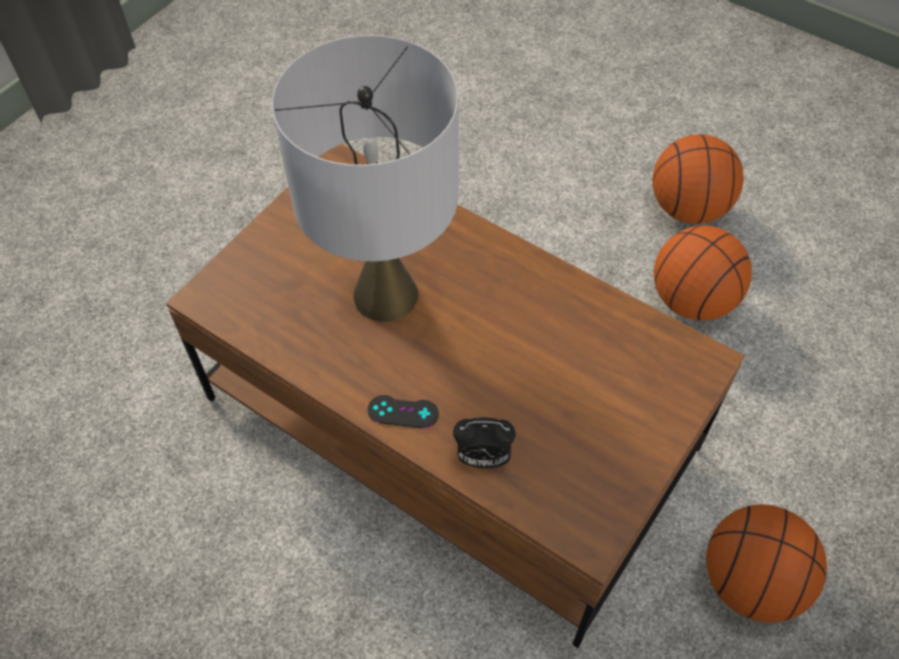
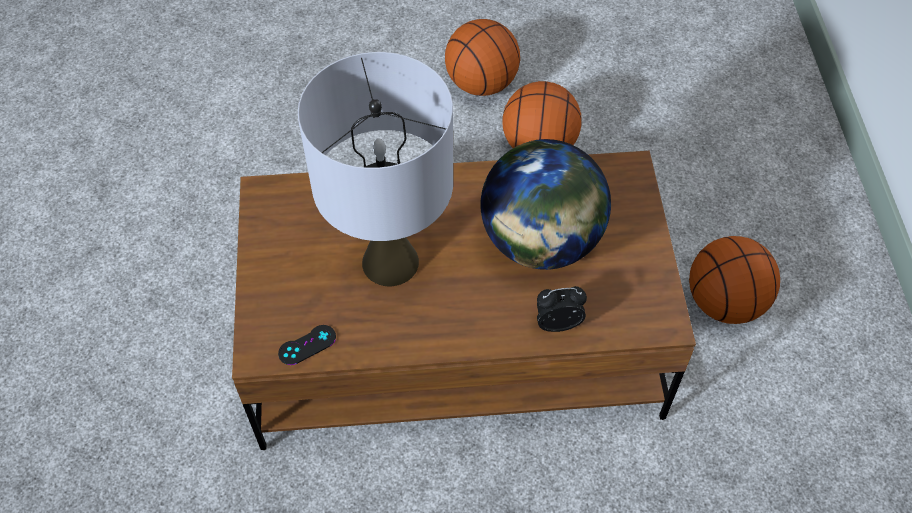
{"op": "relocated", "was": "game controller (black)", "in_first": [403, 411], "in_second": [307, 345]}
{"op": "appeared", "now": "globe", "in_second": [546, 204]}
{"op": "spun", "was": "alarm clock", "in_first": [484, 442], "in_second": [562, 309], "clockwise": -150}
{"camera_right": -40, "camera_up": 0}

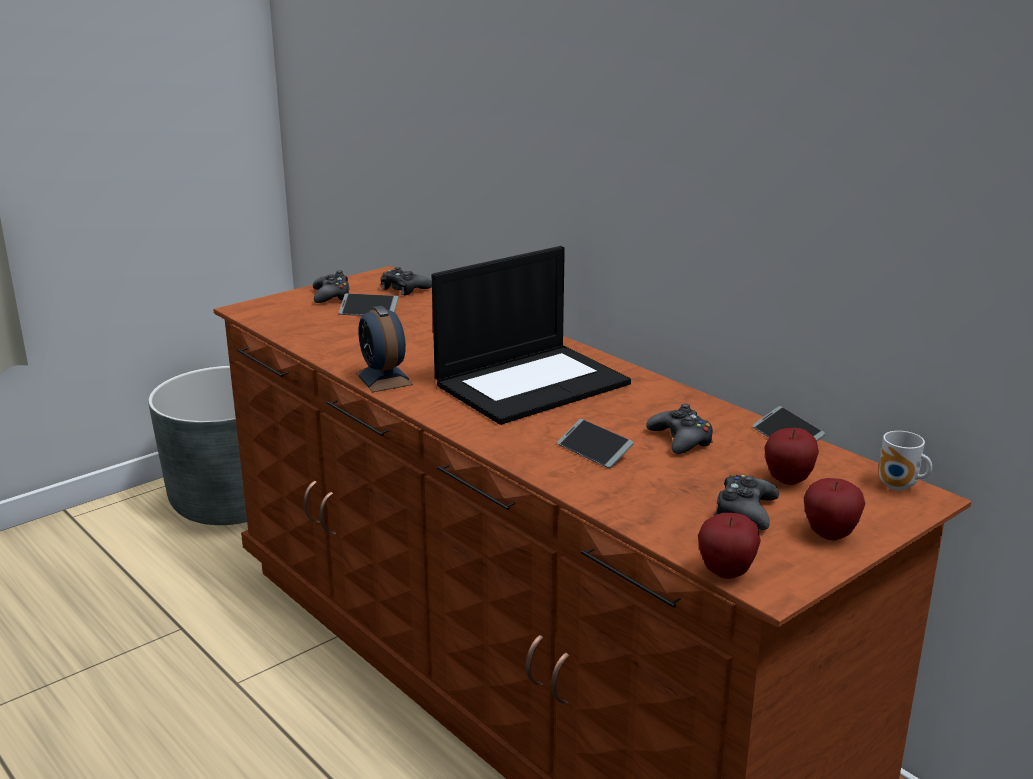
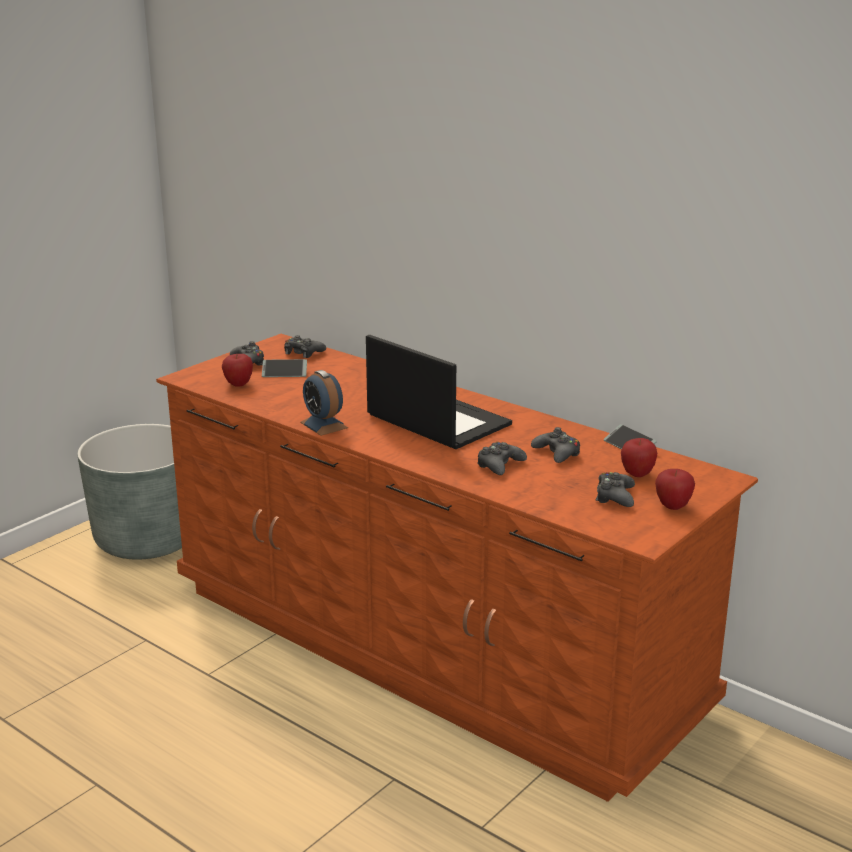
{"op": "relocated", "was": "apple", "in_first": [729, 546], "in_second": [237, 370]}
{"op": "spun", "was": "laptop", "in_first": [531, 335], "in_second": [439, 392], "clockwise": -90}
{"op": "exchanged", "was": "phone", "now": "game controller (black)", "in_first": [595, 443], "in_second": [502, 458]}
{"op": "missing", "was": "mug", "in_first": [905, 460]}
{"camera_right": -10, "camera_up": 0}

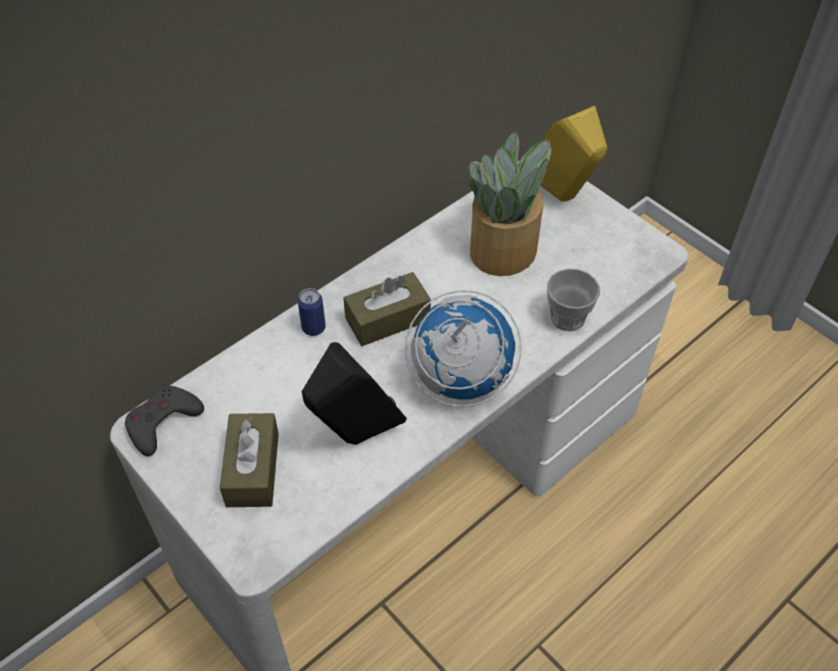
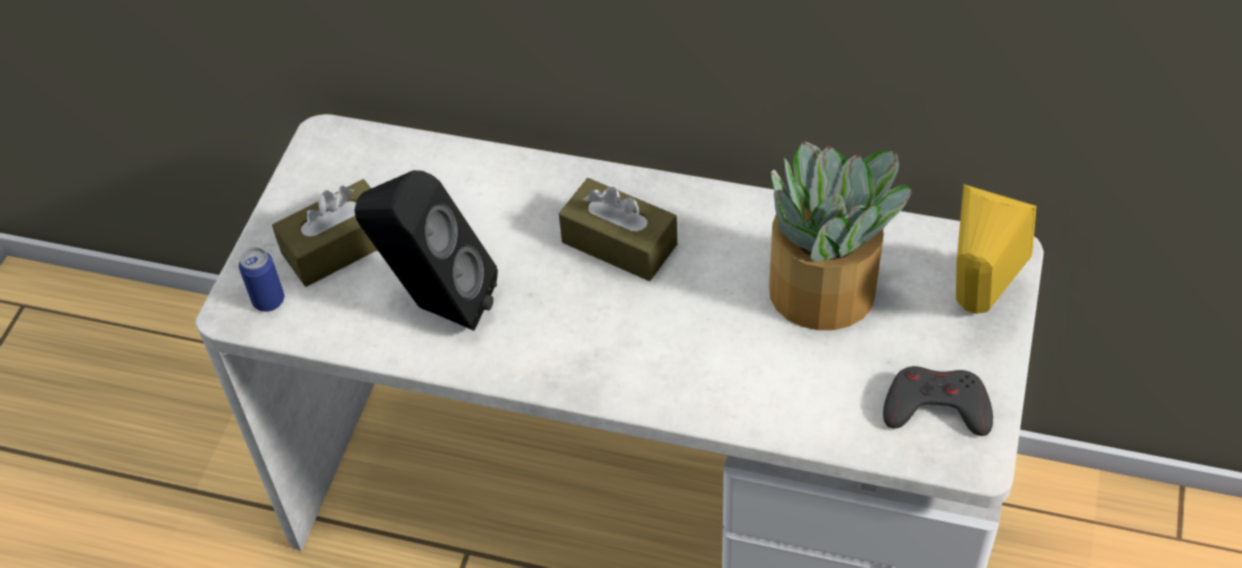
{"op": "relocated", "was": "can", "in_first": [312, 312], "in_second": [261, 279]}
{"op": "relocated", "was": "game controller (grey)", "in_first": [164, 421], "in_second": [938, 401]}
{"op": "missing", "was": "globe", "in_first": [463, 348]}
{"op": "missing", "was": "cup", "in_first": [573, 300]}
{"camera_right": 60, "camera_up": 0}

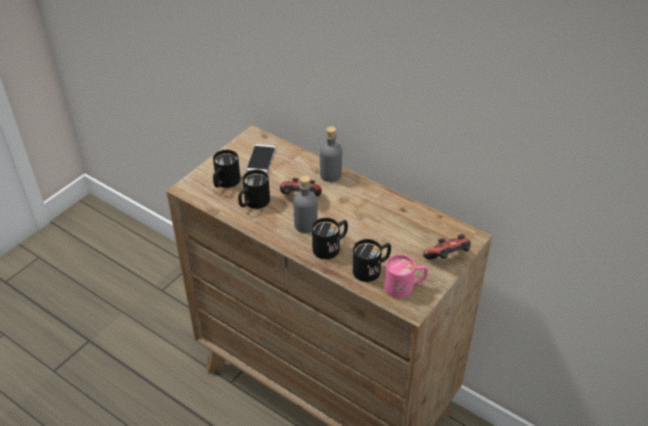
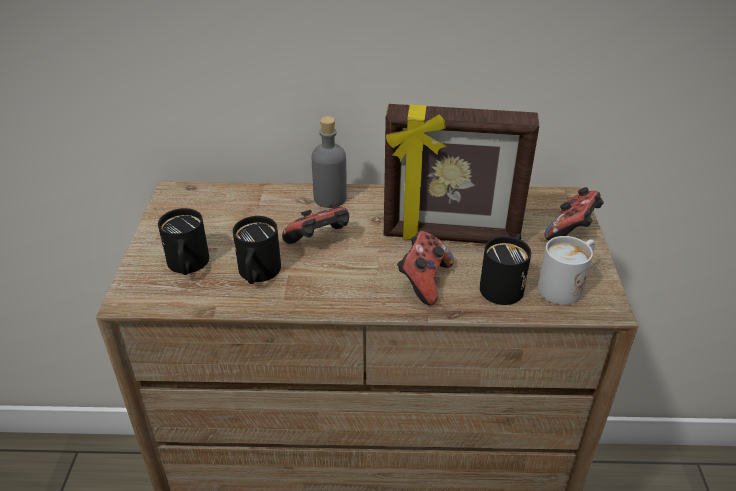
{"op": "appeared", "now": "picture frame", "in_second": [461, 174]}
{"op": "exchanged", "was": "mug (black)", "now": "game controller", "in_first": [330, 238], "in_second": [425, 268]}
{"op": "colour", "was": "mug (pink)", "now": "mug (white)", "in_first": [406, 276], "in_second": [566, 270]}
{"op": "missing", "was": "phone", "in_first": [261, 158]}
{"op": "missing", "was": "bottle (grey)", "in_first": [305, 204]}
{"camera_right": -35, "camera_up": -5}

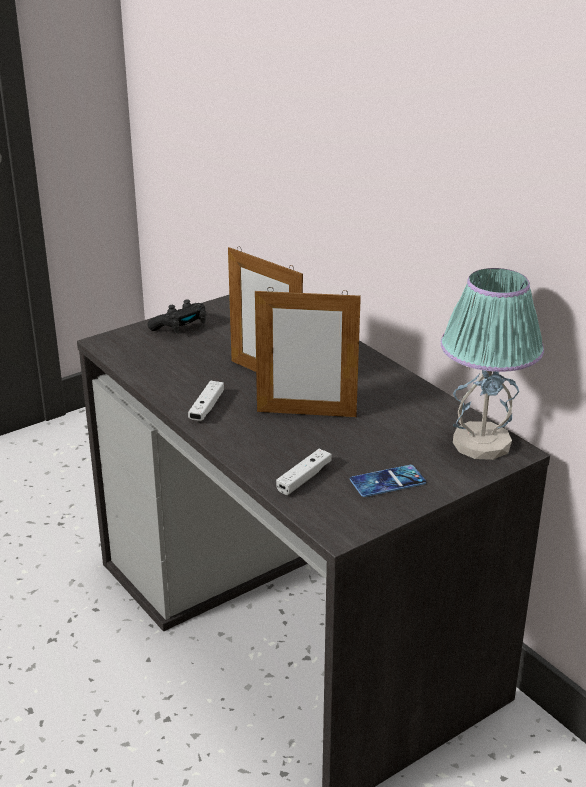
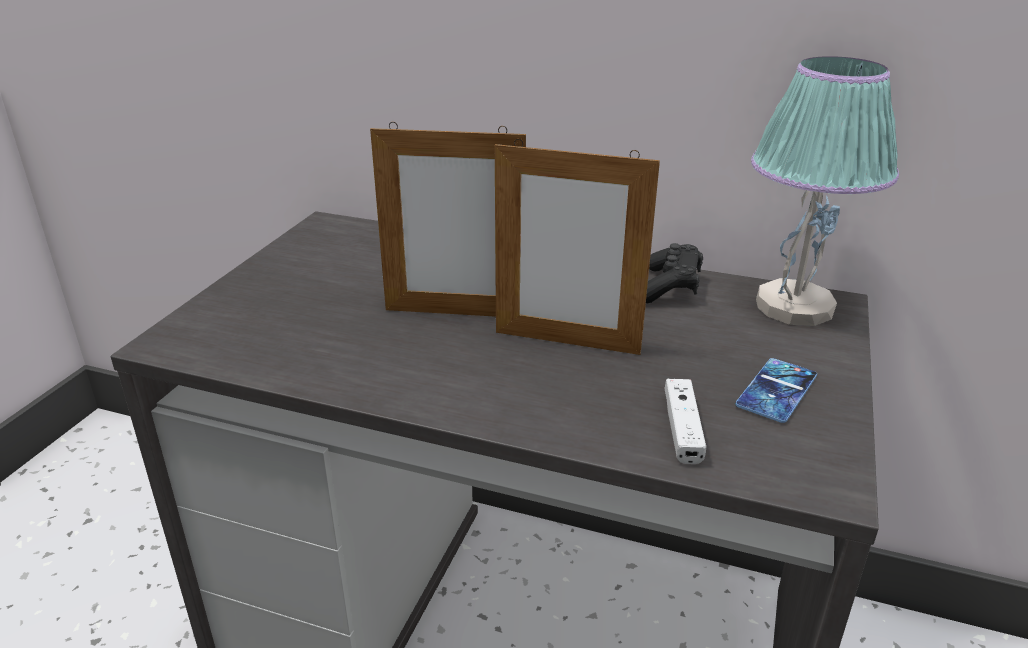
{"op": "spun", "was": "picture frame", "in_first": [308, 352], "in_second": [577, 247], "clockwise": 45}
{"op": "relocated", "was": "game controller (black)", "in_first": [177, 316], "in_second": [674, 273]}
{"op": "missing", "was": "game controller (white)", "in_first": [206, 401]}
{"camera_right": -35, "camera_up": 0}

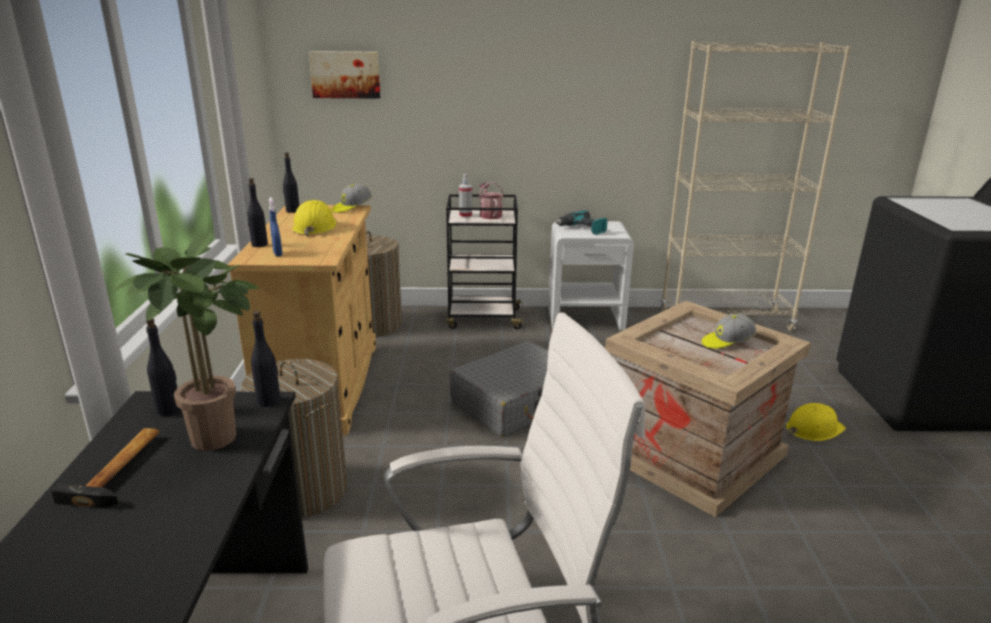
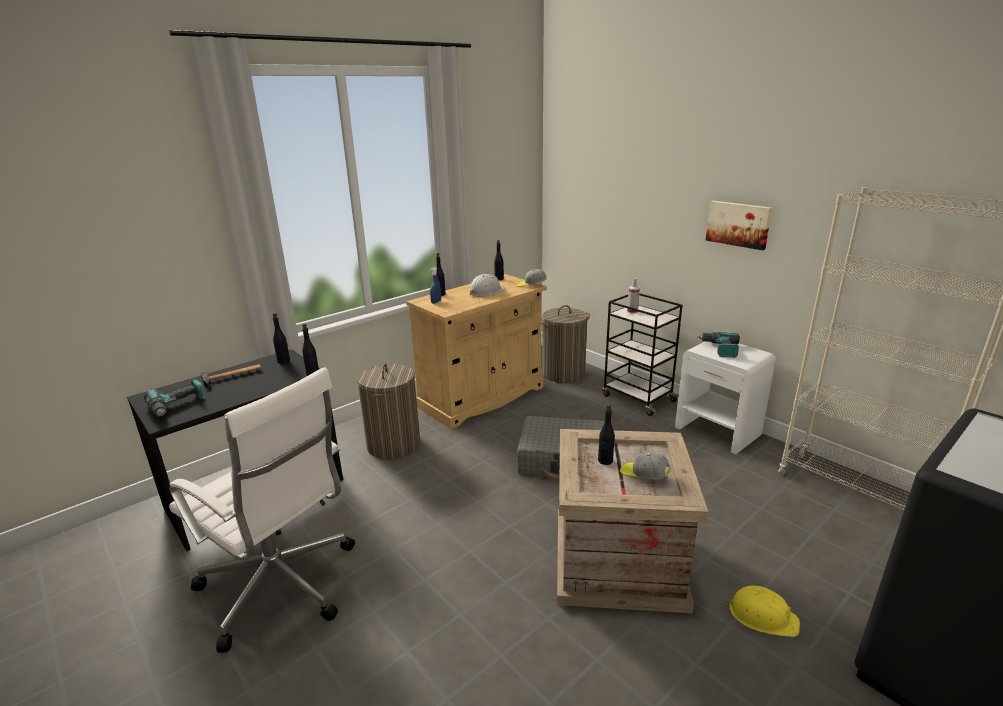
{"op": "appeared", "now": "power drill", "in_second": [174, 398]}
{"op": "colour", "was": "hard hat (yellow)", "now": "hard hat (white)", "in_first": [314, 218], "in_second": [487, 285]}
{"op": "appeared", "now": "bottle (black)", "in_second": [606, 434]}
{"op": "relocated", "was": "picture", "in_first": [345, 75], "in_second": [739, 225]}
{"op": "missing", "was": "potted plant", "in_first": [186, 341]}
{"op": "missing", "was": "watering can", "in_first": [491, 200]}
{"camera_right": 50, "camera_up": 0}

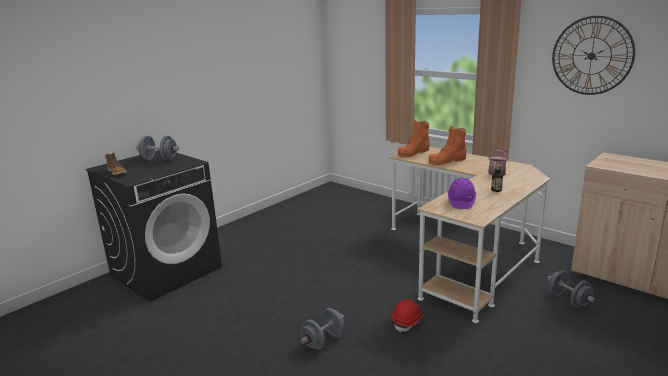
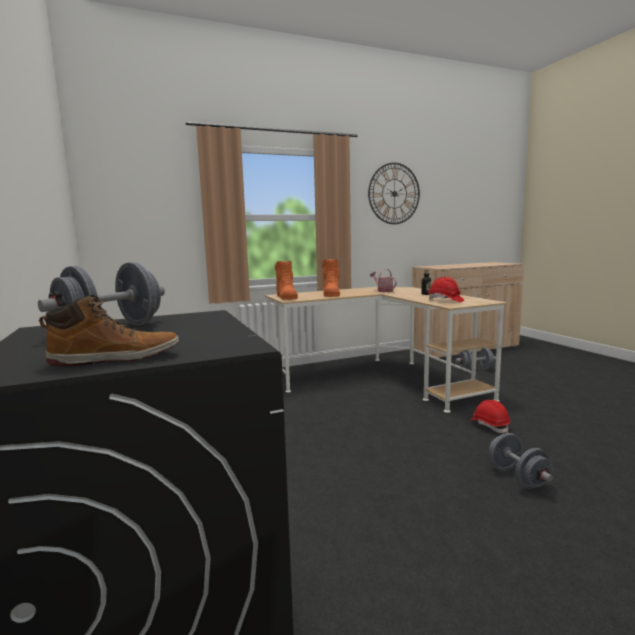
{"op": "colour", "was": "hard hat (purple)", "now": "hard hat (red)", "in_first": [462, 193], "in_second": [446, 289]}
{"camera_right": -65, "camera_up": -10}

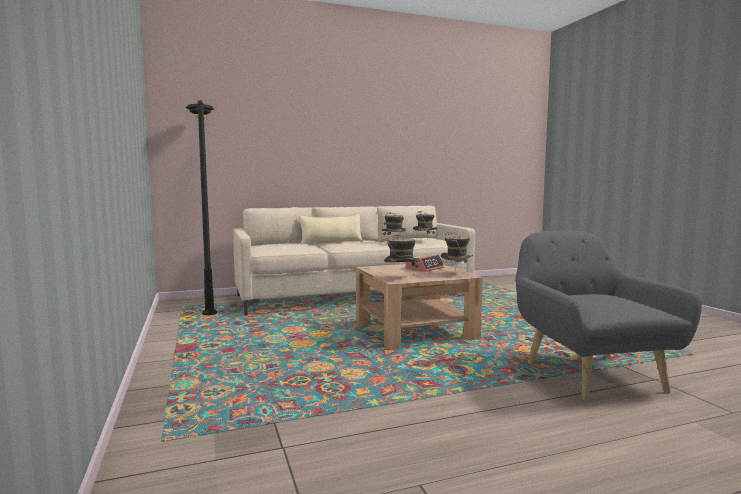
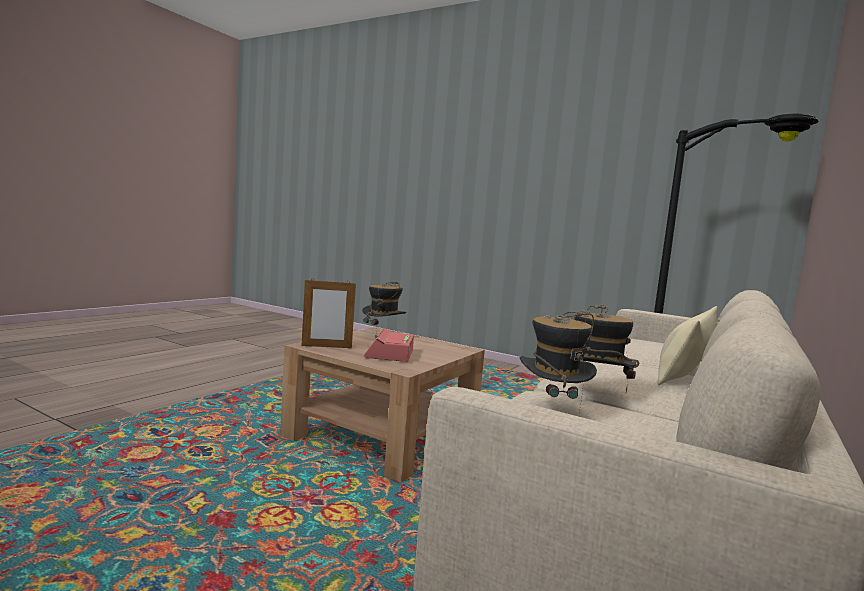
{"op": "exchanged", "was": "hat", "now": "picture frame", "in_first": [457, 247], "in_second": [329, 313]}
{"op": "missing", "was": "armchair (grey)", "in_first": [608, 316]}
{"camera_right": 140, "camera_up": 0}

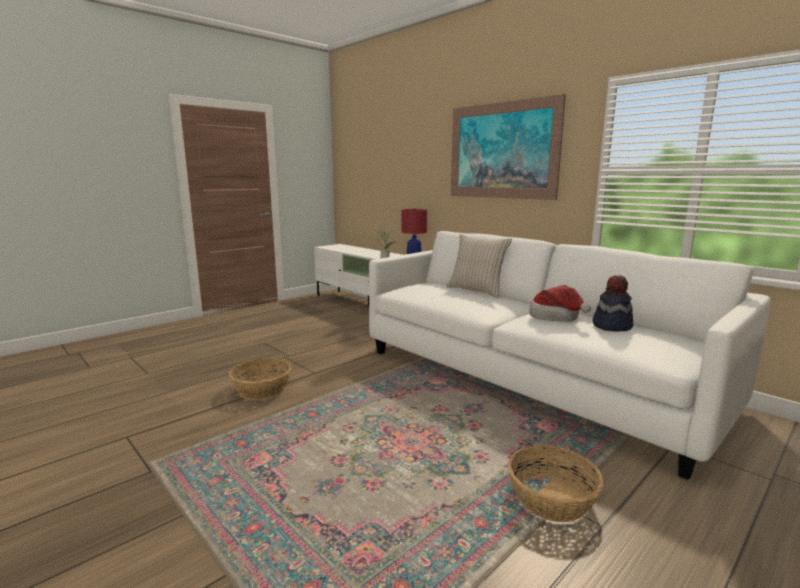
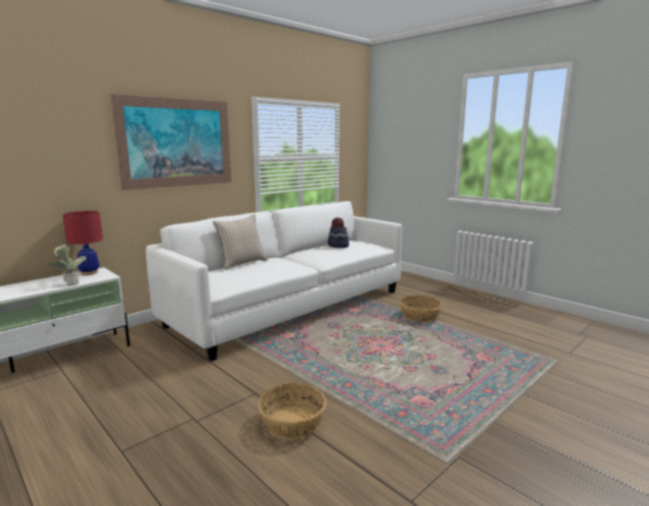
{"op": "missing", "was": "hat", "in_first": [560, 303]}
{"camera_right": -90, "camera_up": 0}

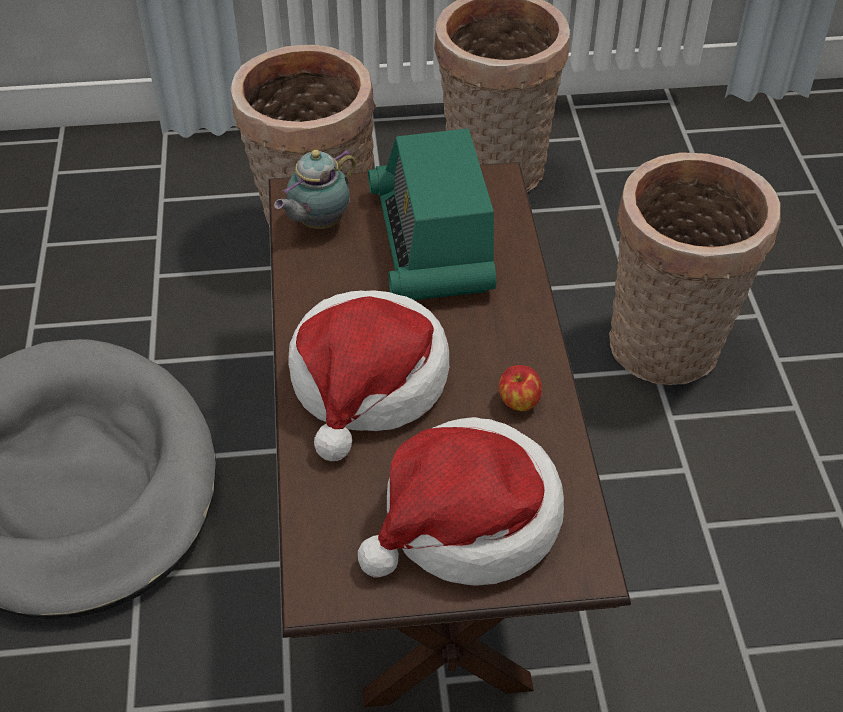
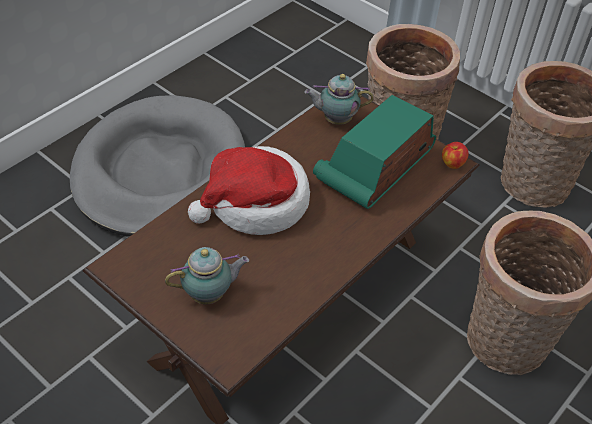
{"op": "exchanged", "was": "hat", "now": "teapot", "in_first": [461, 501], "in_second": [207, 275]}
{"op": "relocated", "was": "apple", "in_first": [520, 388], "in_second": [455, 155]}
{"camera_right": 45, "camera_up": 0}

